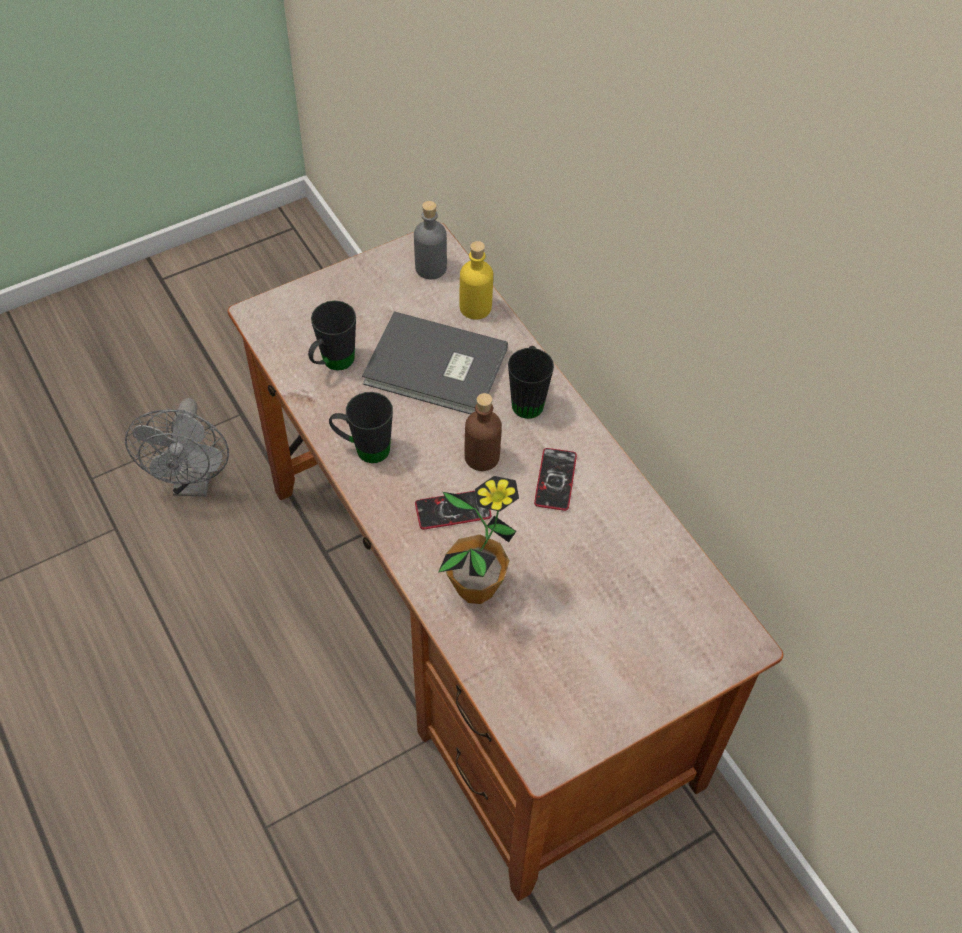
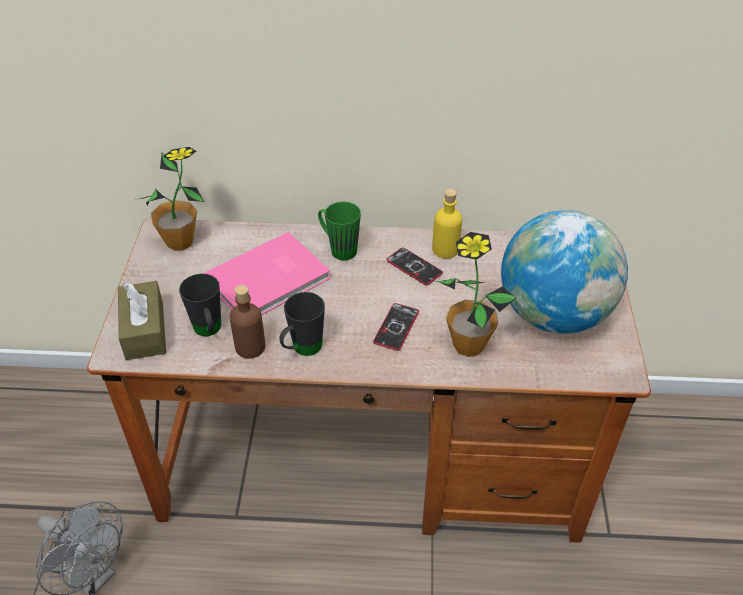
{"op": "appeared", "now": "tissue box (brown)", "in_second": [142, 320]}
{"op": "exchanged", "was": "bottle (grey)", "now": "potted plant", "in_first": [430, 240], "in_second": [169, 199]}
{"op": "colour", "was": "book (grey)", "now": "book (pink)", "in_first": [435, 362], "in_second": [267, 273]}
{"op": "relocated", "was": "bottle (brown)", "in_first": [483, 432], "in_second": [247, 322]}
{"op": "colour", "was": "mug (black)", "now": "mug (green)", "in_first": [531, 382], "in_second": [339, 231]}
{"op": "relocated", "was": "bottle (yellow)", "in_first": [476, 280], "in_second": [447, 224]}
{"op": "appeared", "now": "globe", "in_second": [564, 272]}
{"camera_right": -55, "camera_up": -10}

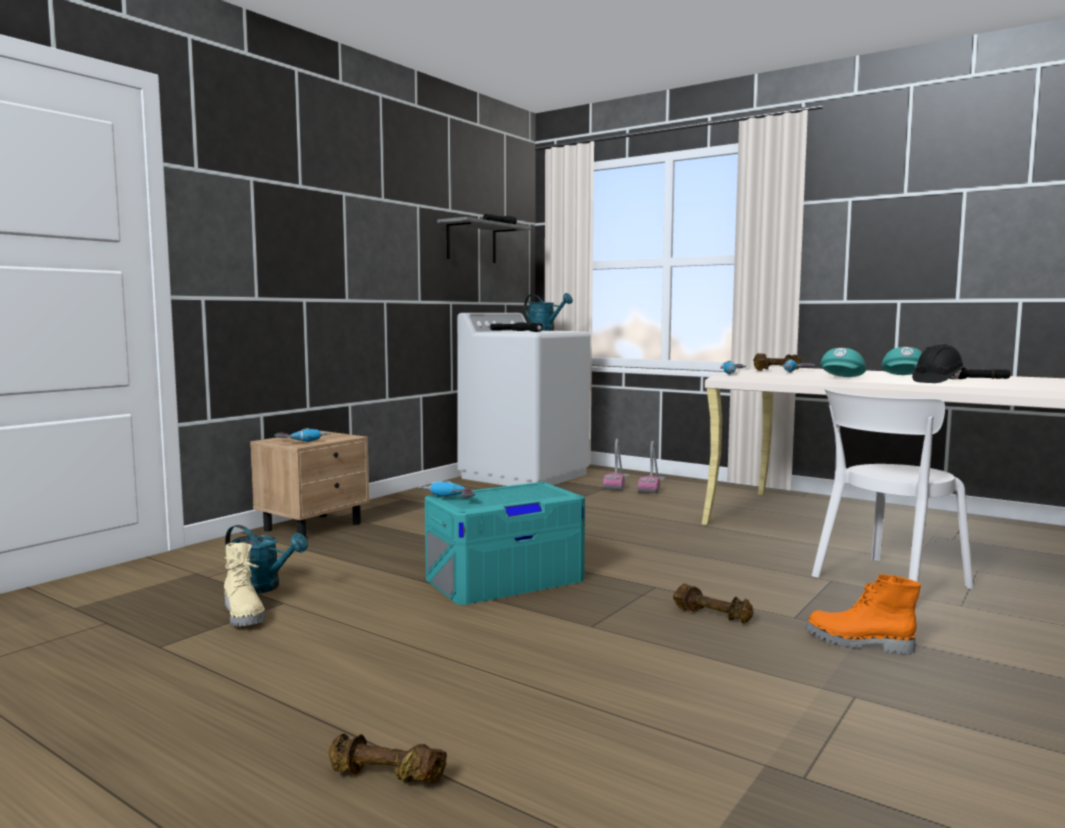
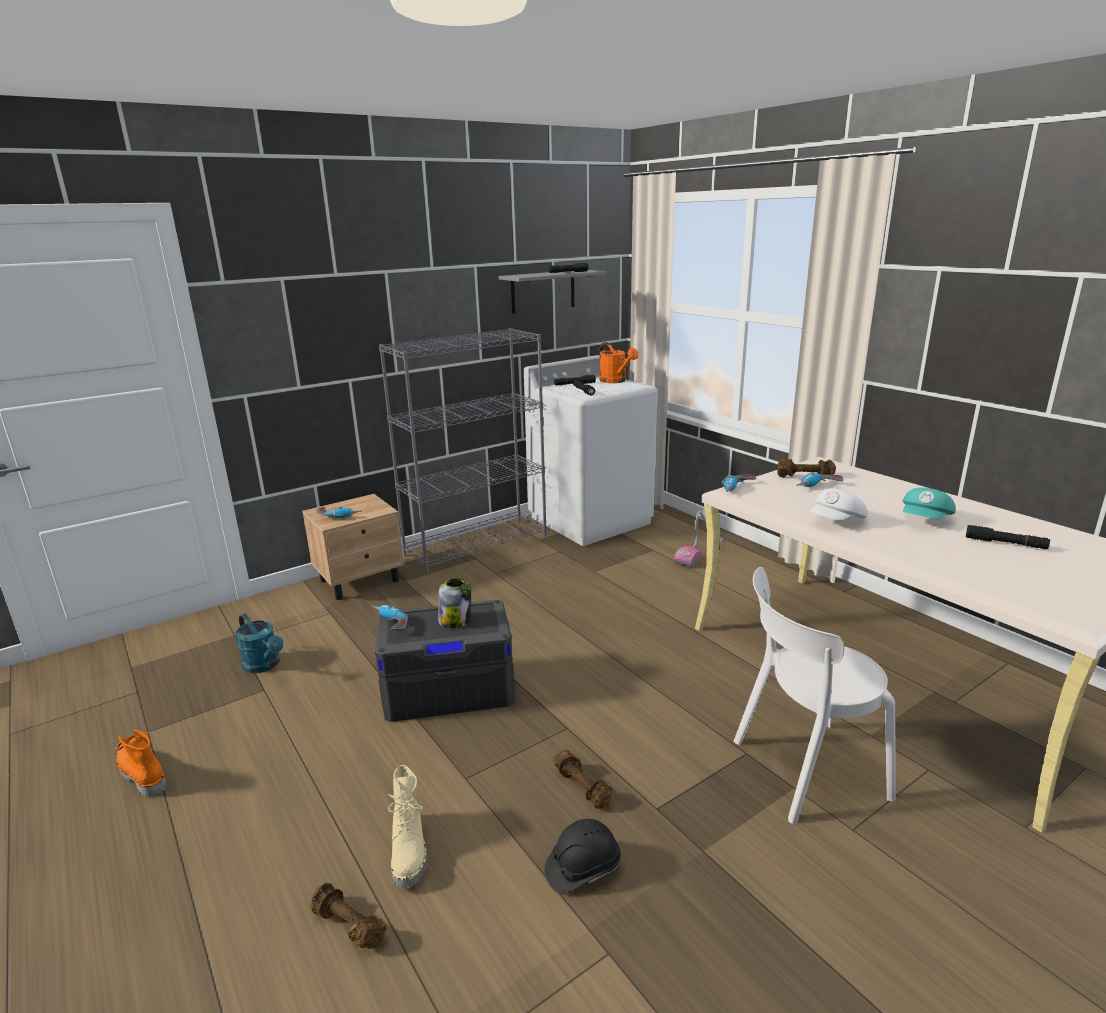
{"op": "relocated", "was": "boot (orange)", "in_first": [863, 614], "in_second": [141, 764]}
{"op": "relocated", "was": "dumbbell (brown)", "in_first": [388, 758], "in_second": [348, 916]}
{"op": "colour", "was": "storage box (turquoise)", "now": "storage box (grey)", "in_first": [505, 543], "in_second": [445, 661]}
{"op": "appeared", "now": "bookcase (grey)", "in_second": [463, 451]}
{"op": "relocated", "was": "boot (beige)", "in_first": [244, 584], "in_second": [408, 827]}
{"op": "appeared", "now": "jar", "in_second": [454, 603]}
{"op": "relocated", "was": "hard hat (black)", "in_first": [938, 363], "in_second": [582, 856]}
{"op": "colour", "was": "watering can (turquoise)", "now": "watering can (orange)", "in_first": [548, 312], "in_second": [618, 362]}
{"op": "colour", "was": "cap (turquoise)", "now": "cap (white)", "in_first": [843, 362], "in_second": [839, 504]}
{"op": "missing", "was": "vacuum cleaner", "in_first": [616, 465]}
{"camera_right": 20, "camera_up": 15}

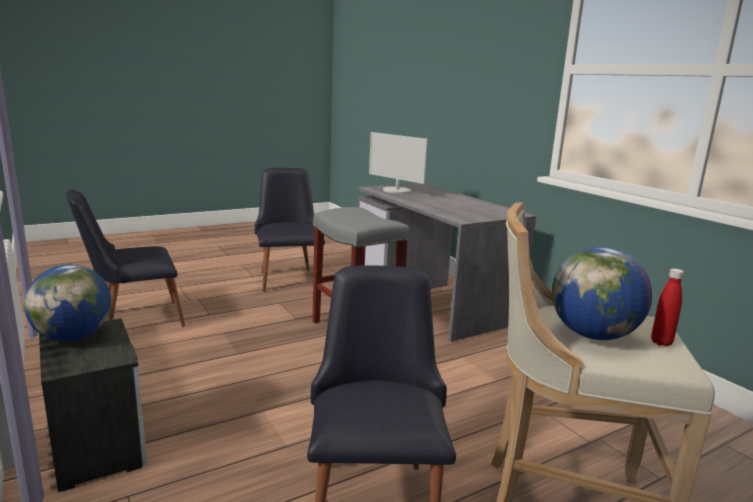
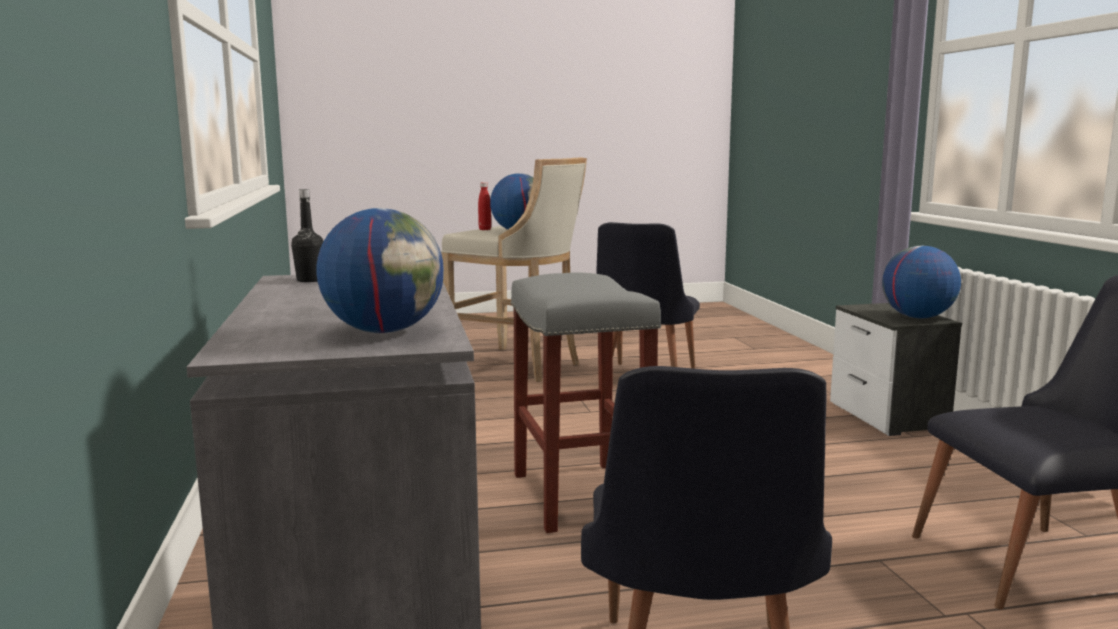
{"op": "appeared", "now": "bottle (black)", "in_second": [307, 235]}
{"op": "exchanged", "was": "monitor", "now": "globe", "in_first": [398, 163], "in_second": [380, 270]}
{"camera_right": -160, "camera_up": -5}

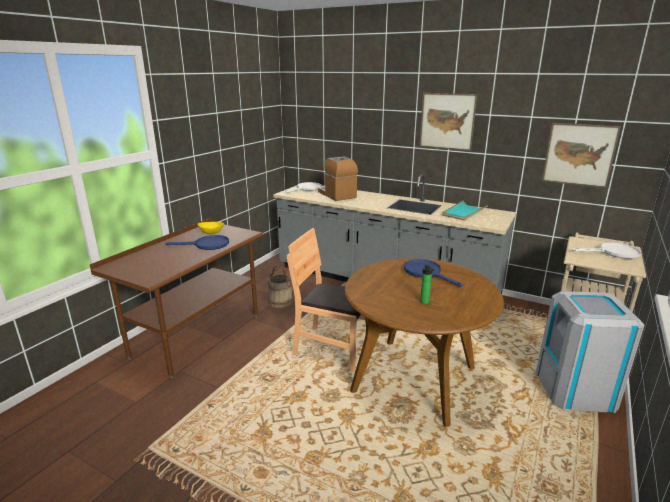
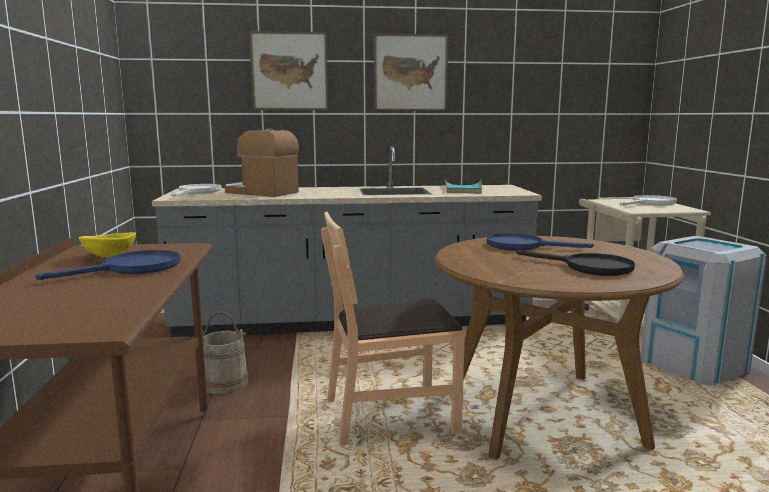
{"op": "relocated", "was": "picture", "in_first": [581, 155], "in_second": [288, 70]}
{"op": "exchanged", "was": "bottle", "now": "frying pan (black)", "in_first": [427, 284], "in_second": [576, 263]}
{"camera_right": -35, "camera_up": -10}

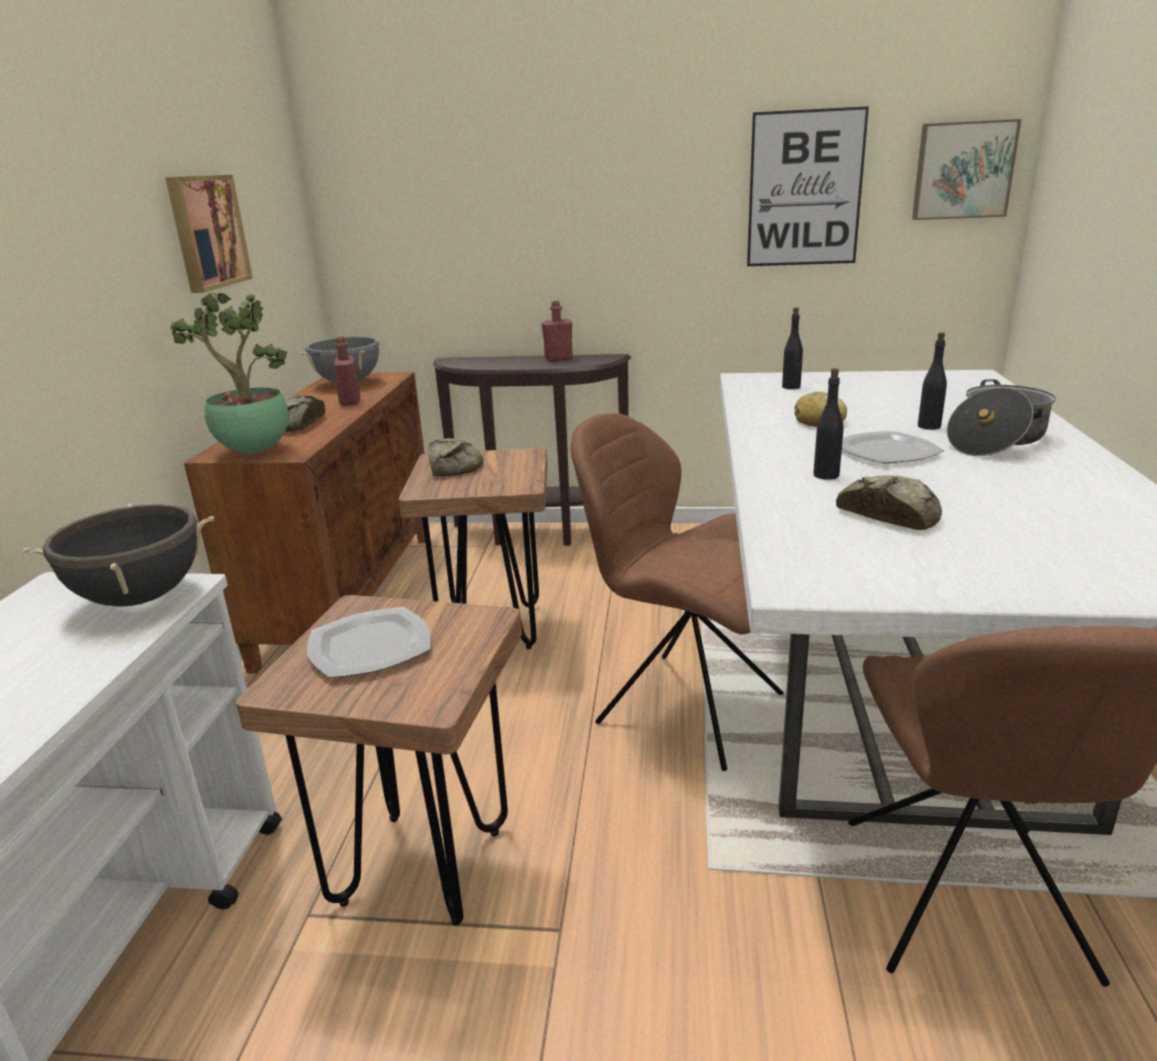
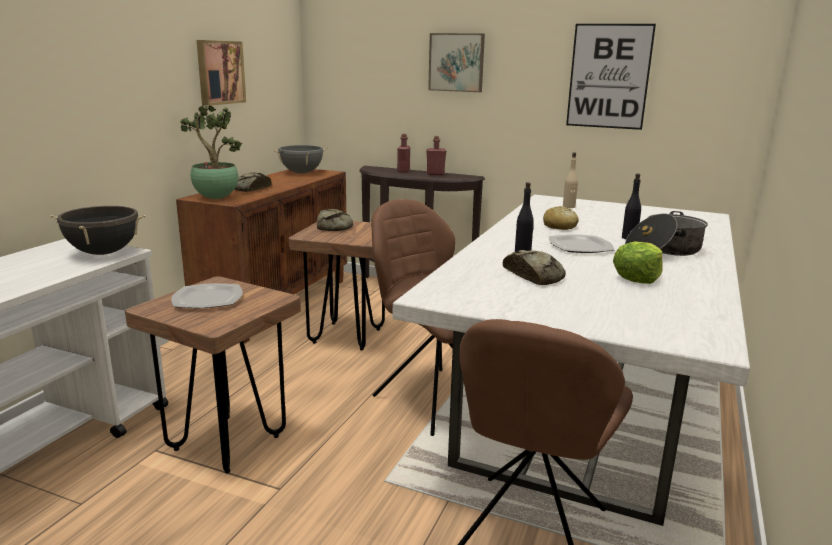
{"op": "relocated", "was": "bottle (red)", "in_first": [346, 371], "in_second": [403, 153]}
{"op": "relocated", "was": "picture", "in_first": [966, 169], "in_second": [456, 62]}
{"op": "colour", "was": "bottle (black)", "now": "bottle (beige)", "in_first": [792, 348], "in_second": [570, 180]}
{"op": "appeared", "now": "lettuce", "in_second": [637, 263]}
{"camera_right": 15, "camera_up": -5}

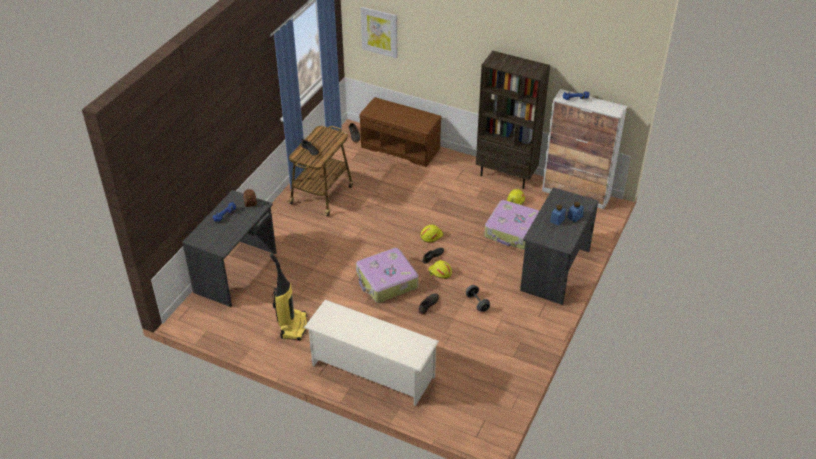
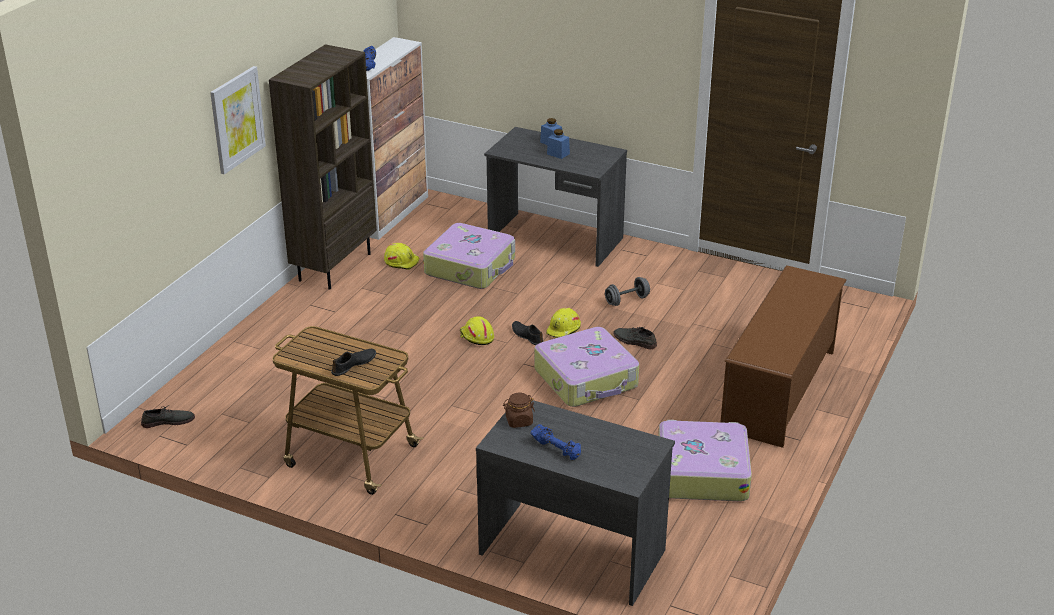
{"op": "relocated", "was": "picture", "in_first": [379, 32], "in_second": [238, 120]}
{"op": "exchanged", "was": "vacuum cleaner", "now": "suitcase", "in_first": [288, 297], "in_second": [705, 460]}
{"op": "colour", "was": "shoe rack (white)", "now": "shoe rack (brown)", "in_first": [371, 353], "in_second": [783, 356]}
{"op": "missing", "was": "bench (brown)", "in_first": [400, 132]}
{"camera_right": -90, "camera_up": -10}

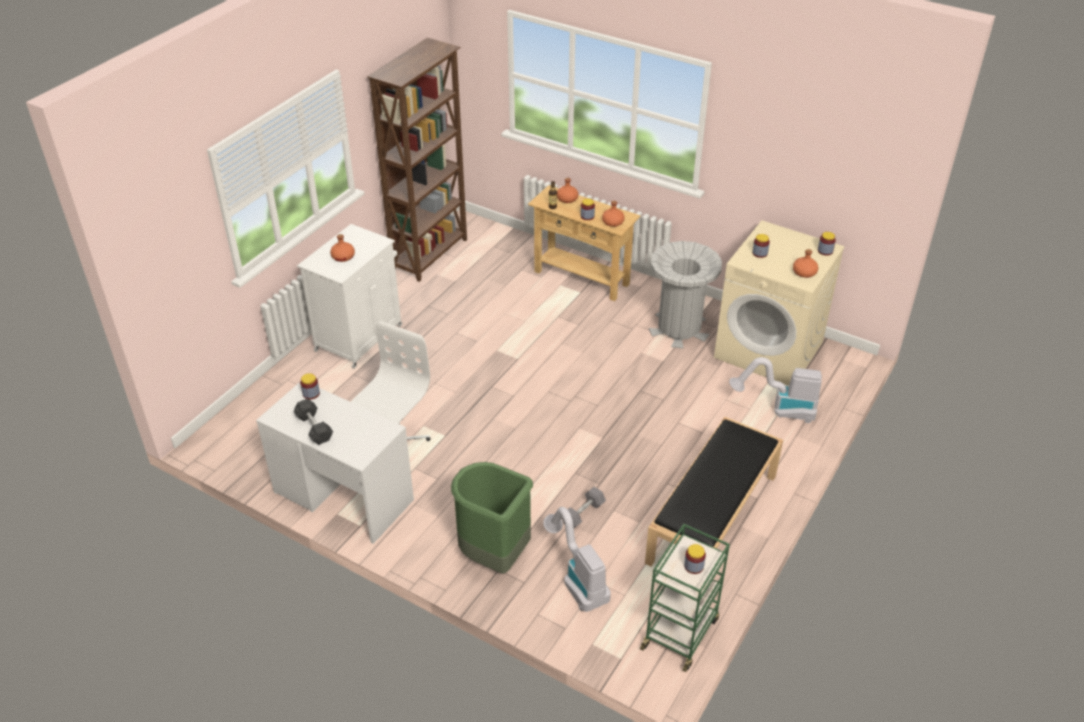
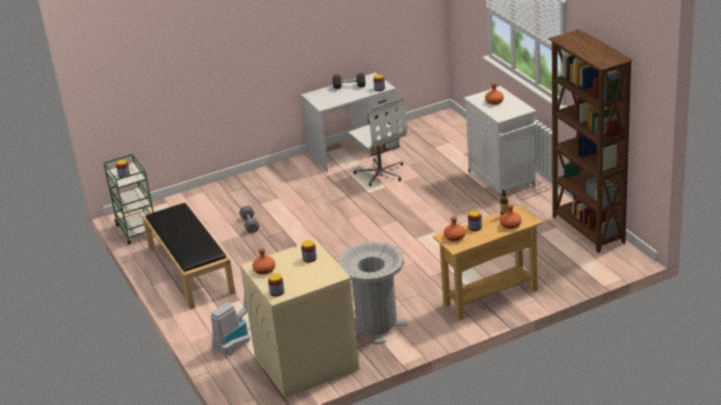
{"op": "missing", "was": "trash can (green)", "in_first": [492, 518]}
{"op": "missing", "was": "vacuum cleaner", "in_first": [577, 559]}
{"camera_right": 125, "camera_up": -10}

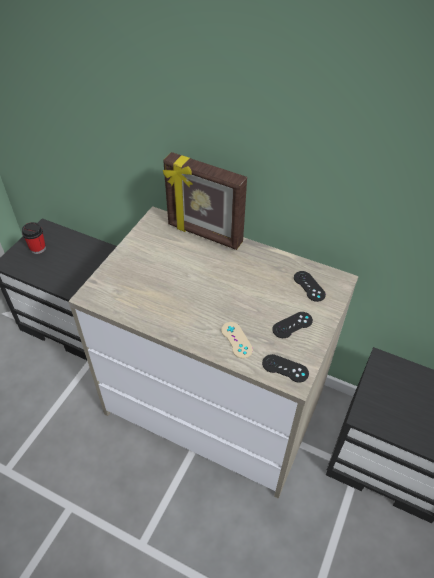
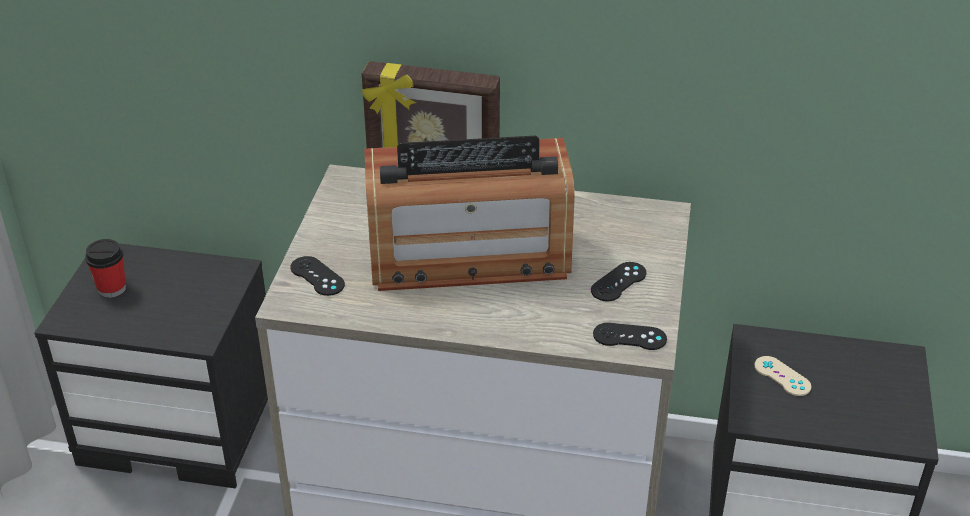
{"op": "relocated", "was": "game controller (black)", "in_first": [310, 286], "in_second": [317, 276]}
{"op": "appeared", "now": "radio", "in_second": [469, 213]}
{"op": "relocated", "was": "game controller (beige)", "in_first": [237, 340], "in_second": [782, 376]}
{"camera_right": -15, "camera_up": -10}

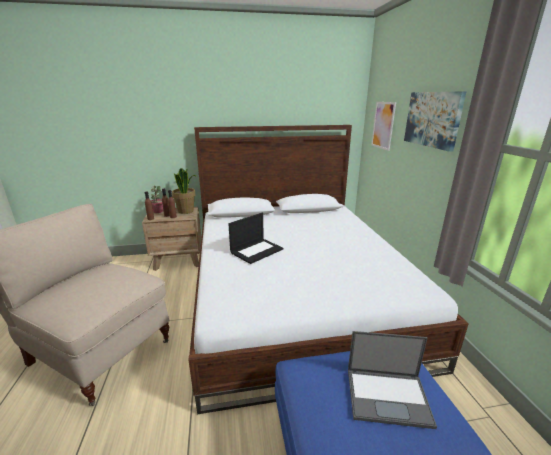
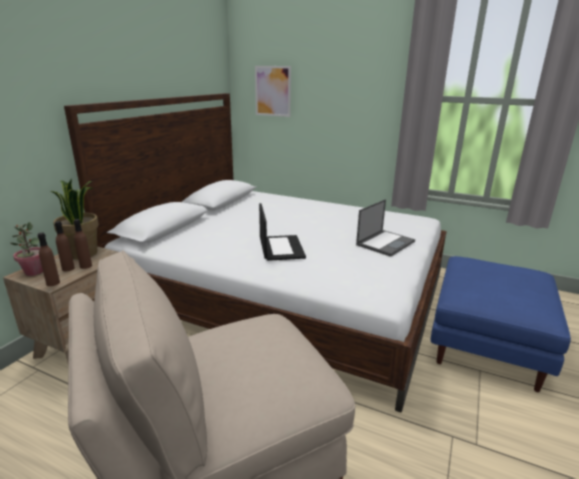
{"op": "relocated", "was": "laptop", "in_first": [392, 380], "in_second": [385, 228]}
{"op": "missing", "was": "picture", "in_first": [435, 121]}
{"camera_right": -55, "camera_up": 0}

